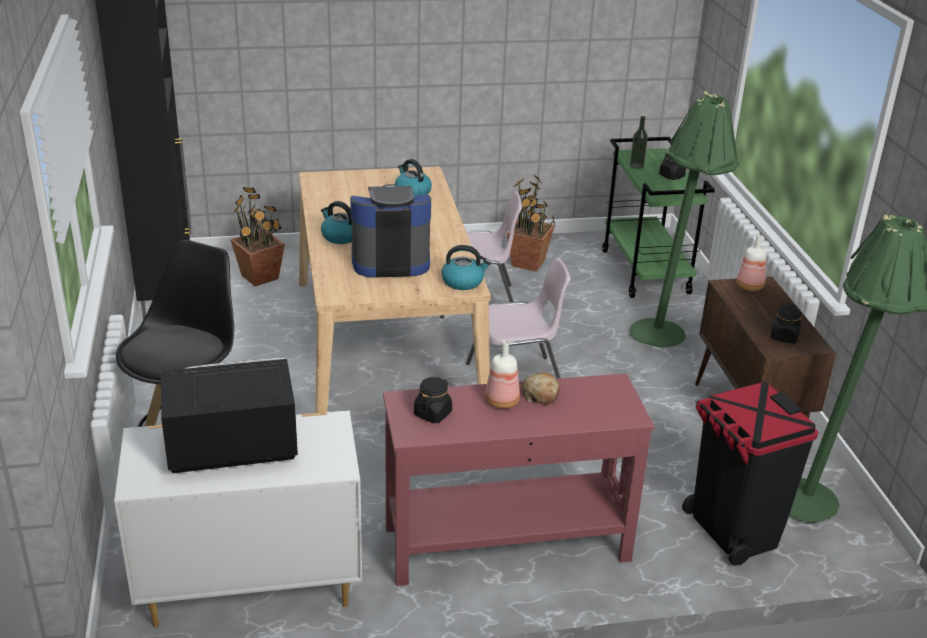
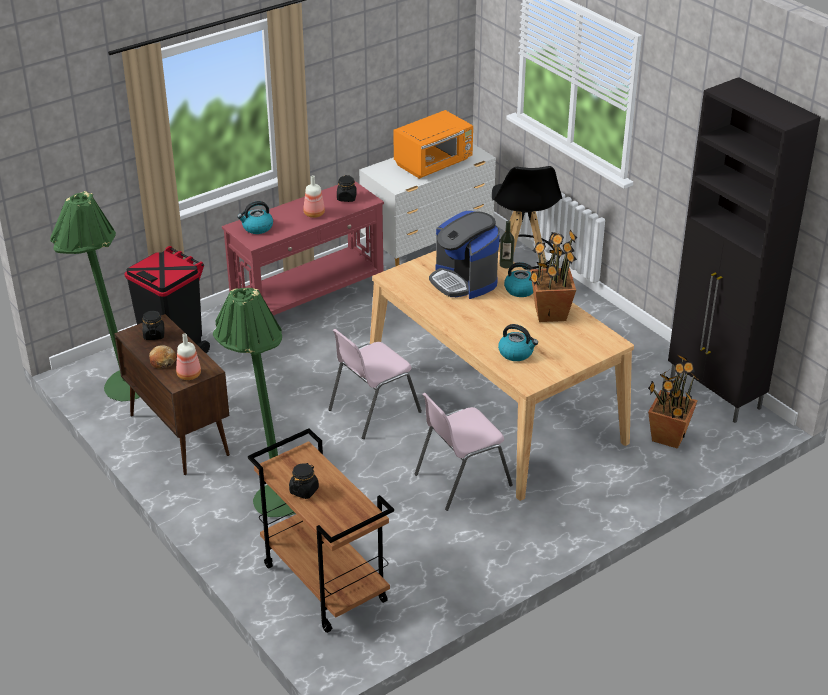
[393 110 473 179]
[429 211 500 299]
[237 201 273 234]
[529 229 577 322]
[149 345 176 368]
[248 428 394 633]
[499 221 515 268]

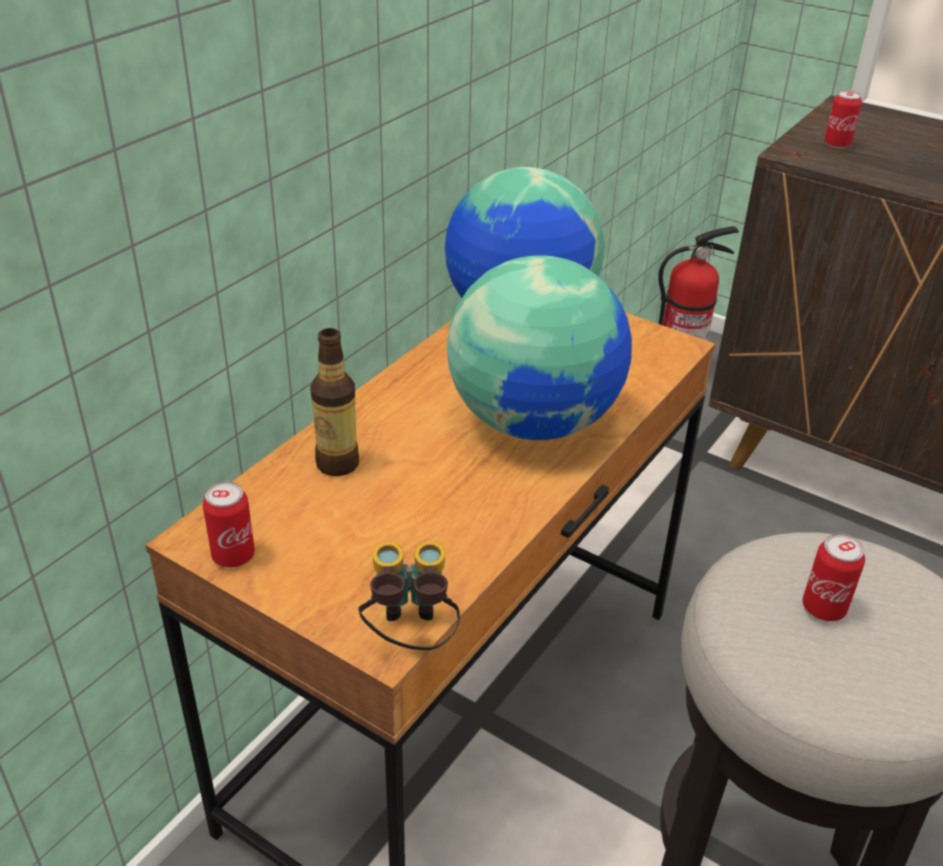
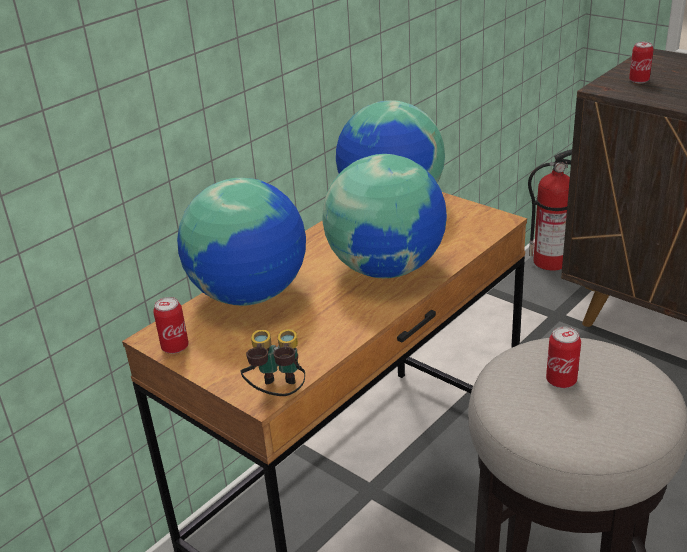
[177 178 306 306]

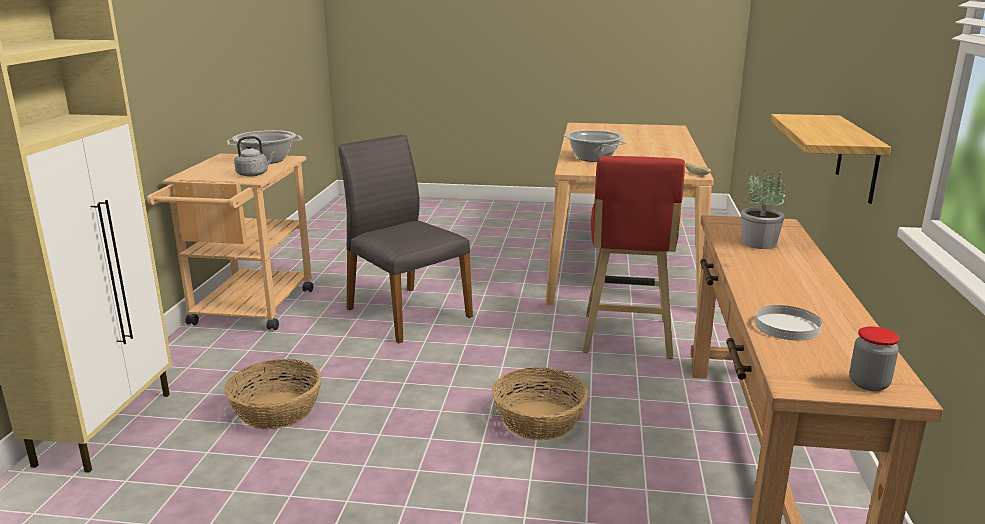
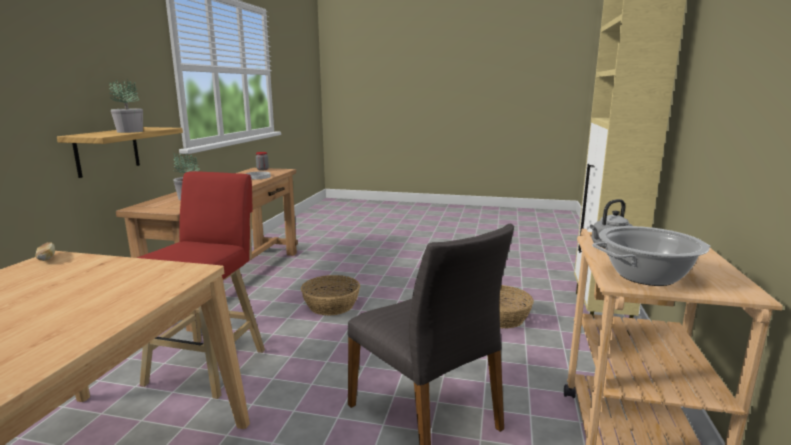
[563 130 626 162] (first image)
[109 79 143 133]

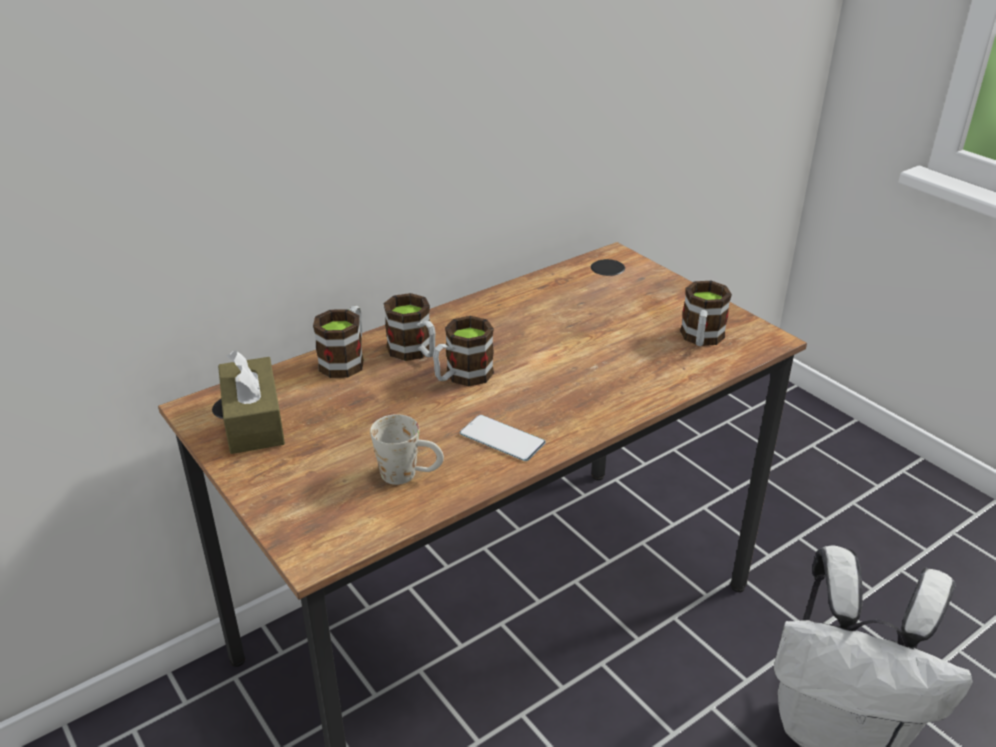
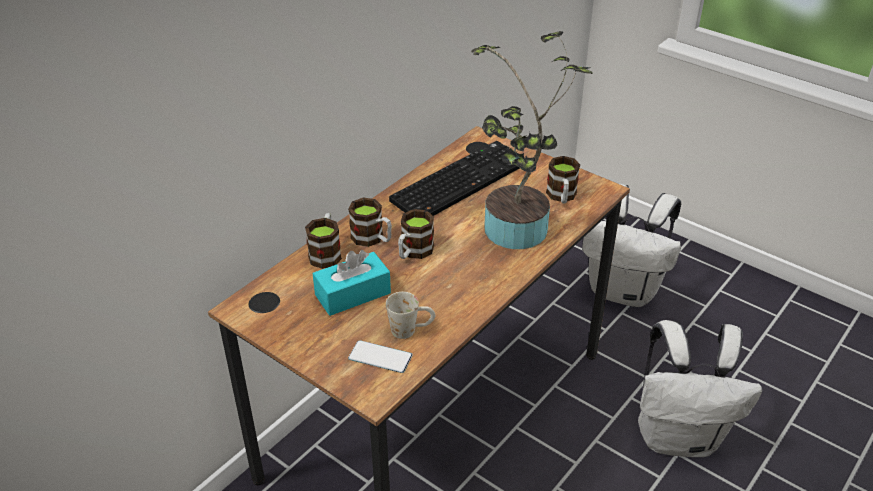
[218 350 285 454] (first image)
[348 340 413 373]
[313 250 391 316]
[389 141 525 216]
[471 31 593 249]
[582 184 681 307]

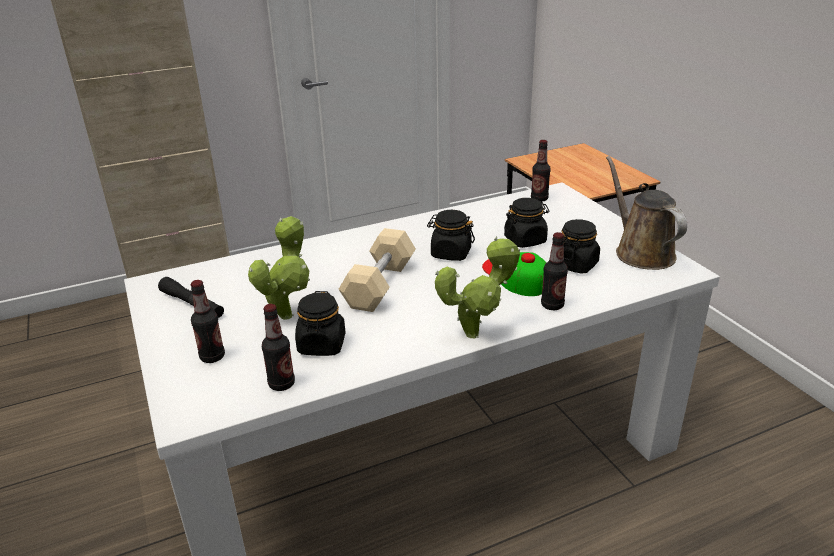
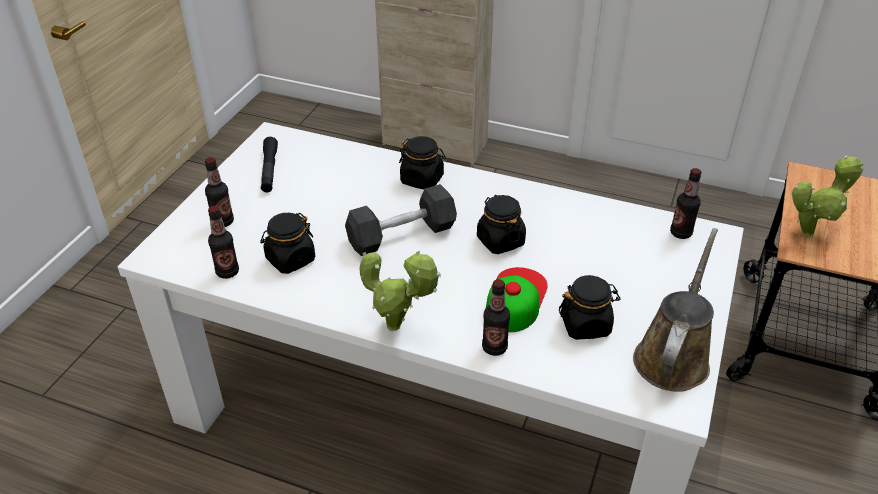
[792 155 864 237]
[345 184 457 256]
[399 136 446 190]

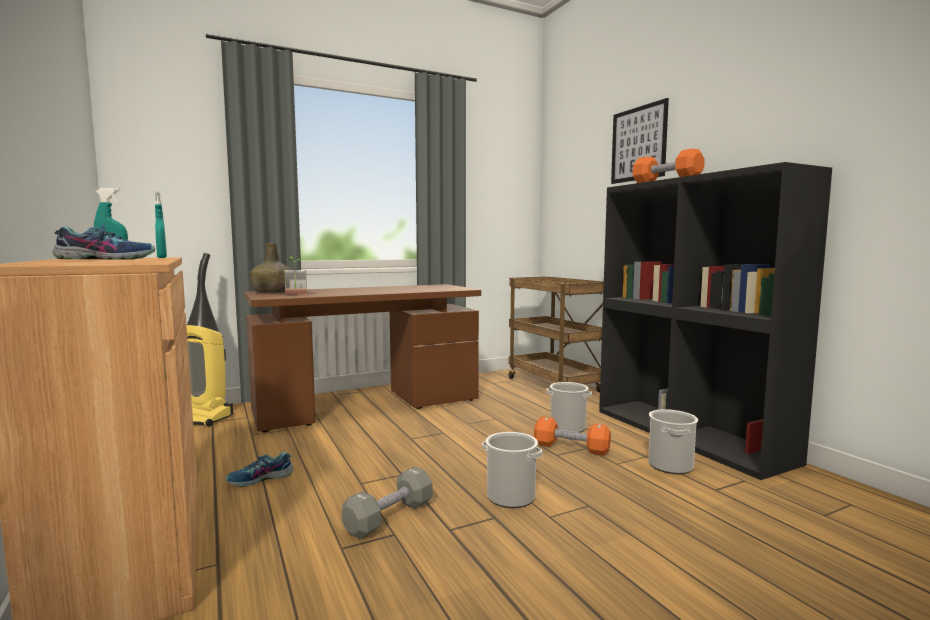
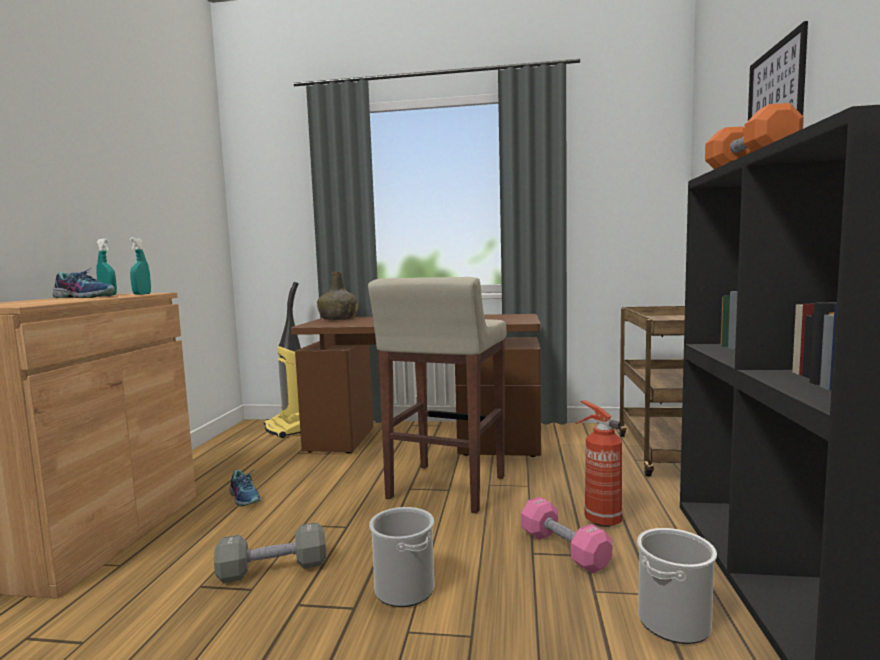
[229 470 261 506]
[284 257 307 295] (first image)
[521 497 612 573]
[575 400 622 527]
[368 277 506 513]

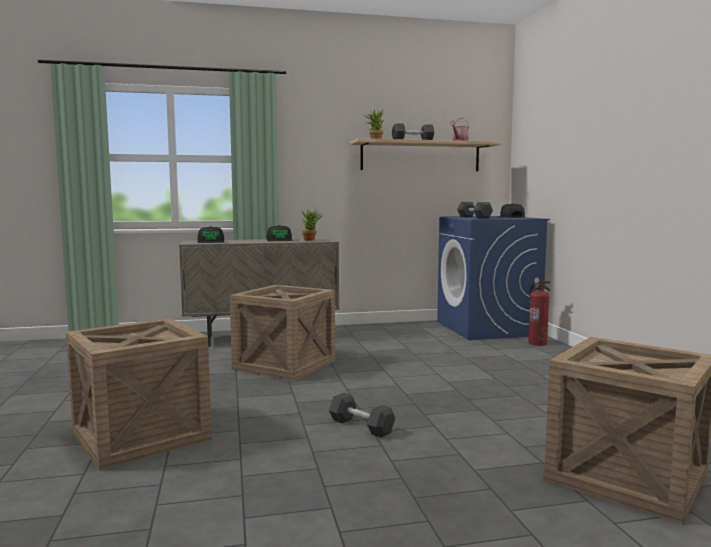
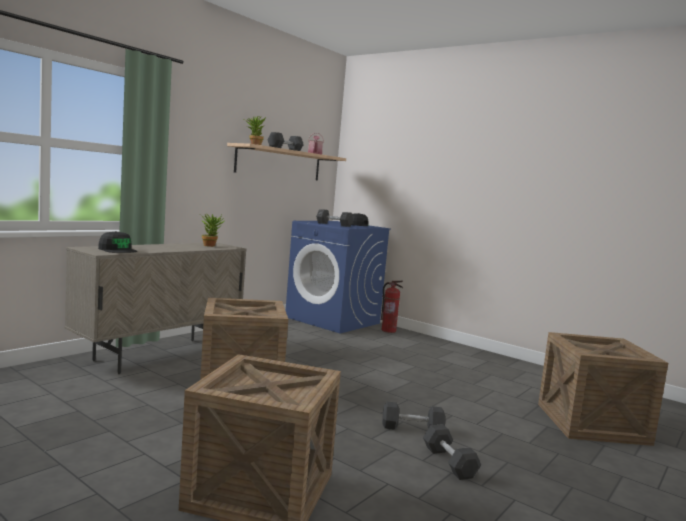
[267 225 293 241] (first image)
[423 424 481 480]

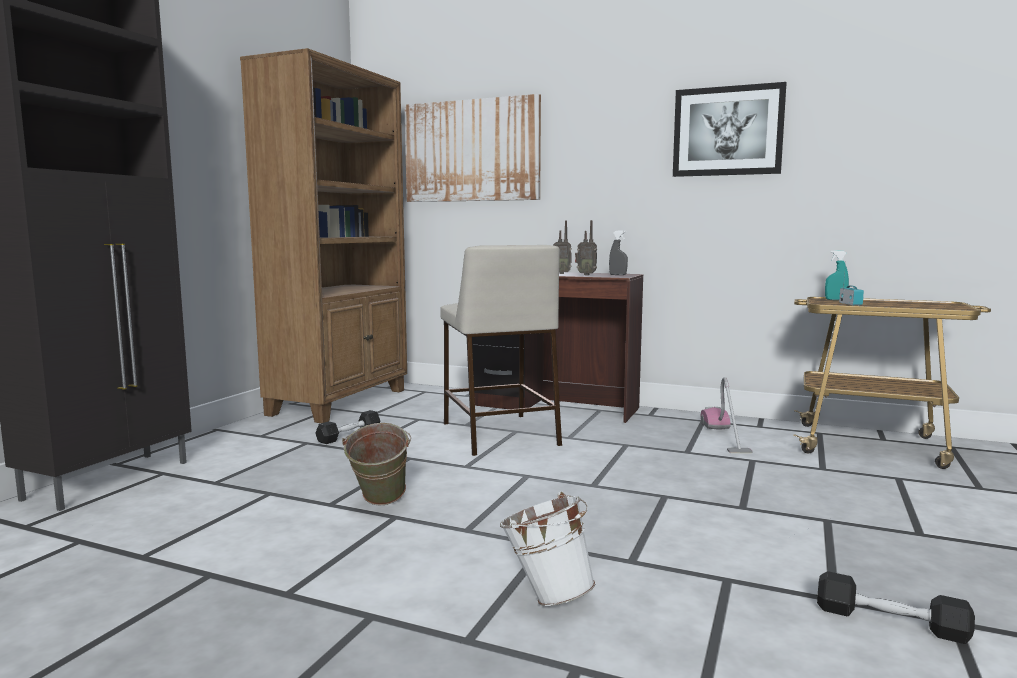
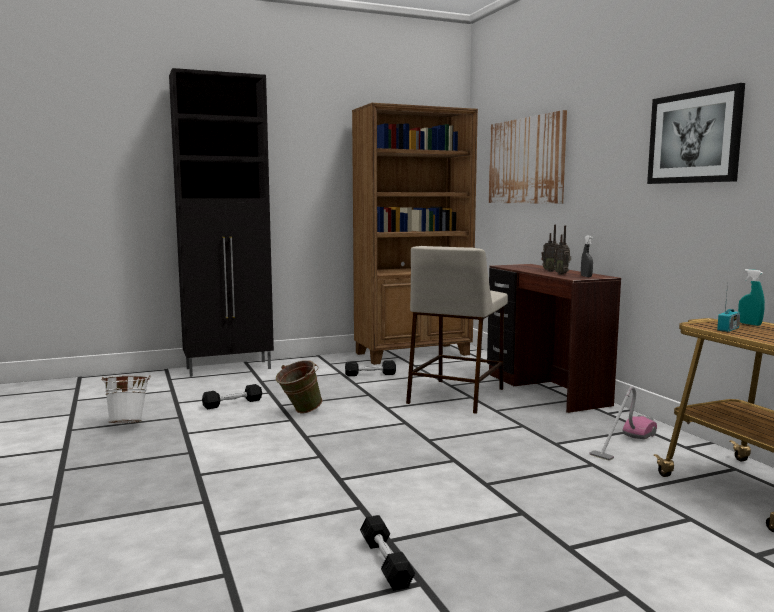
[101 375 150 423]
[202 384 262 409]

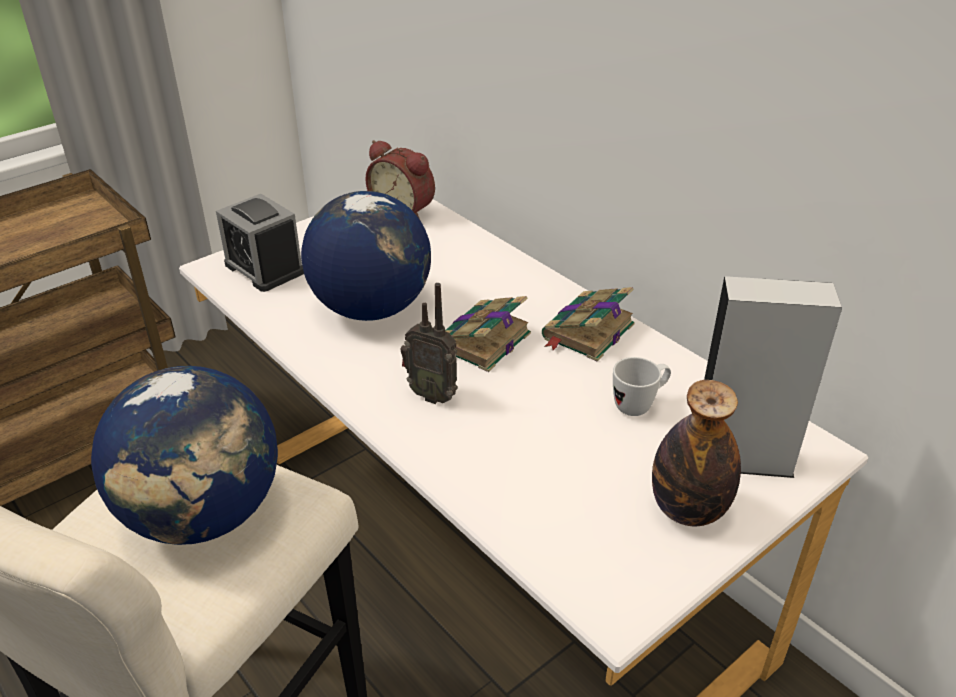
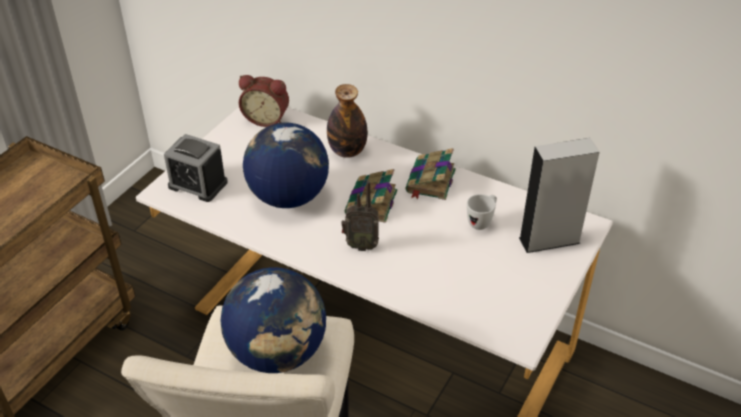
[327 84 368 158]

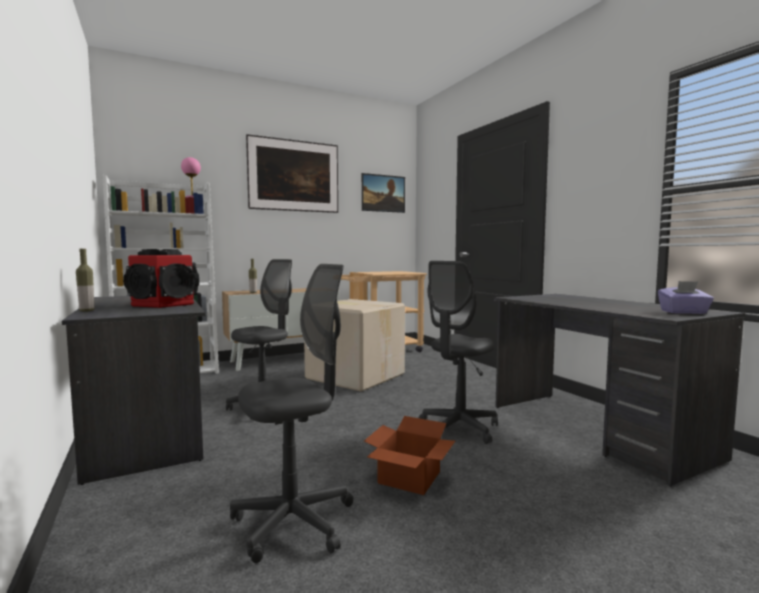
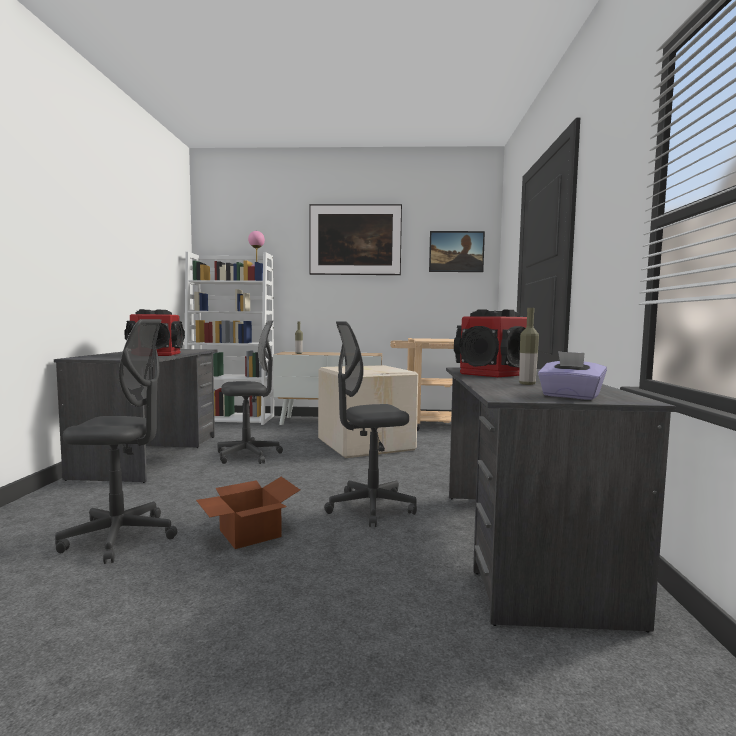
[519 308 539 385]
[454 309 527 377]

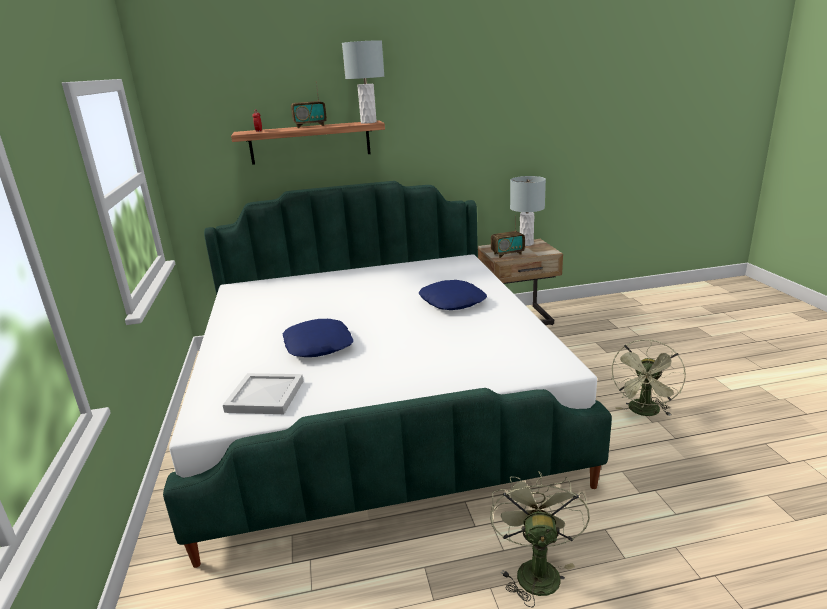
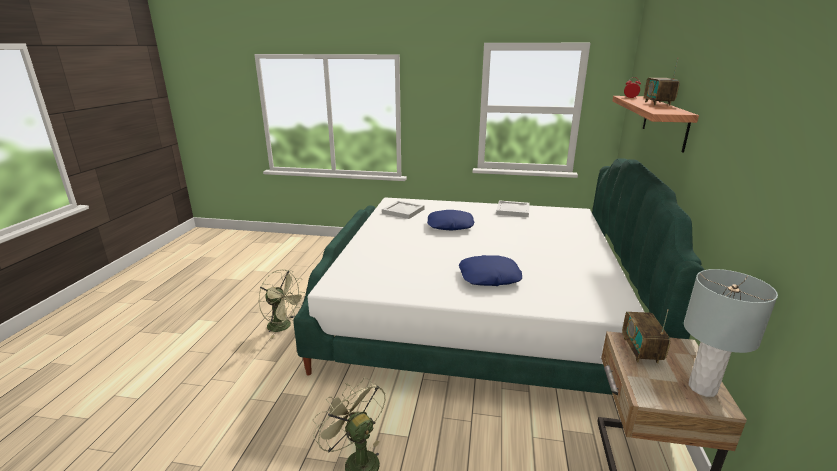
[342 40 384 124] (first image)
[496 200 530 217]

